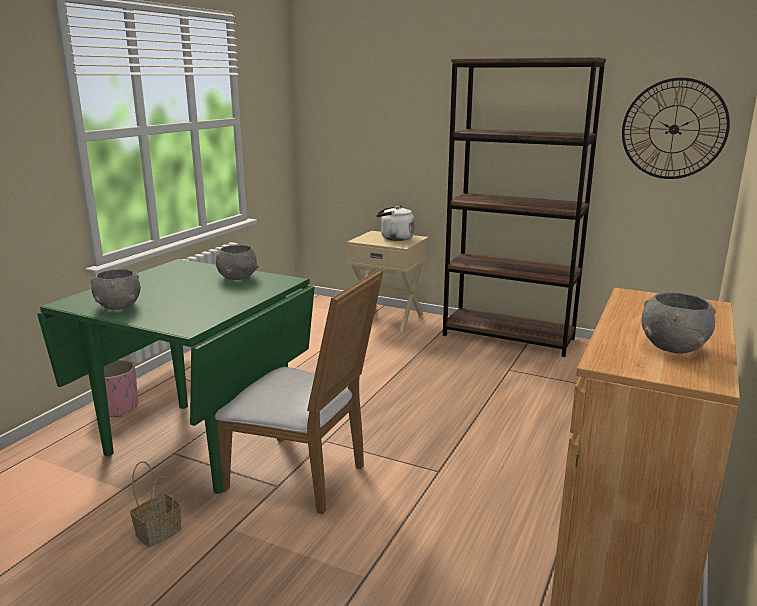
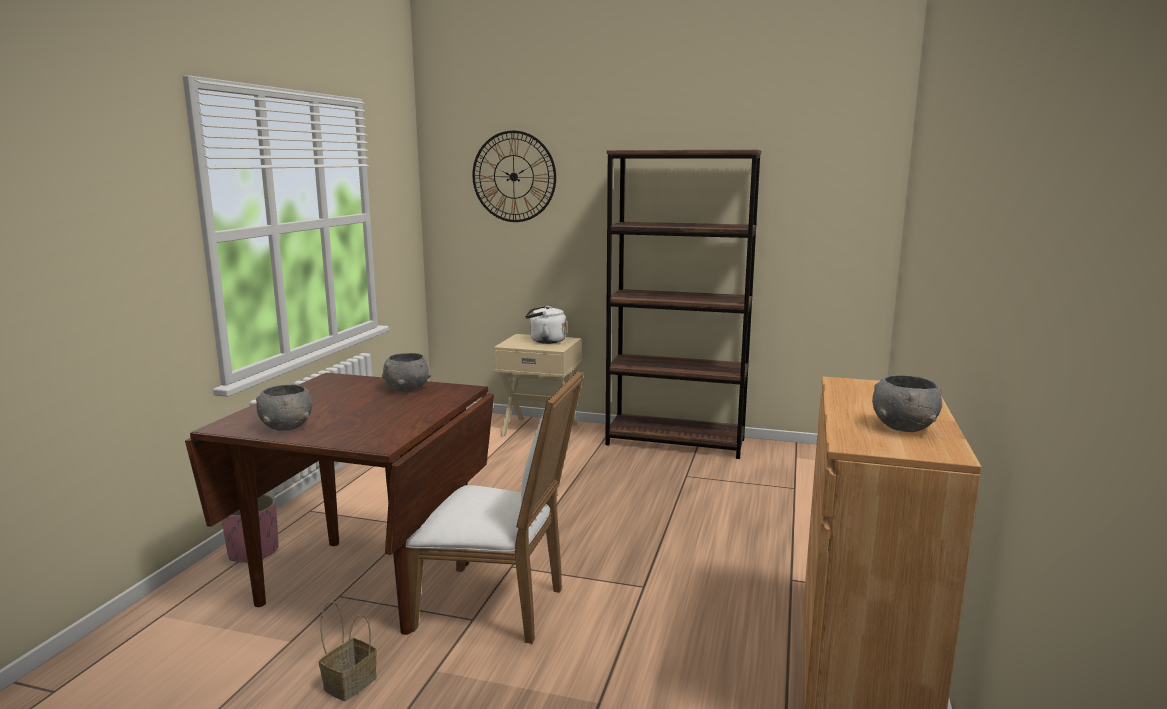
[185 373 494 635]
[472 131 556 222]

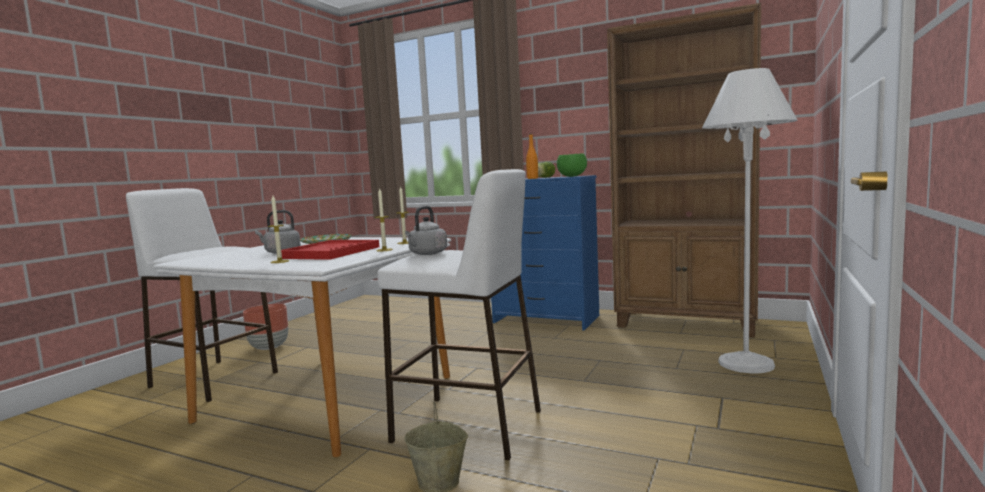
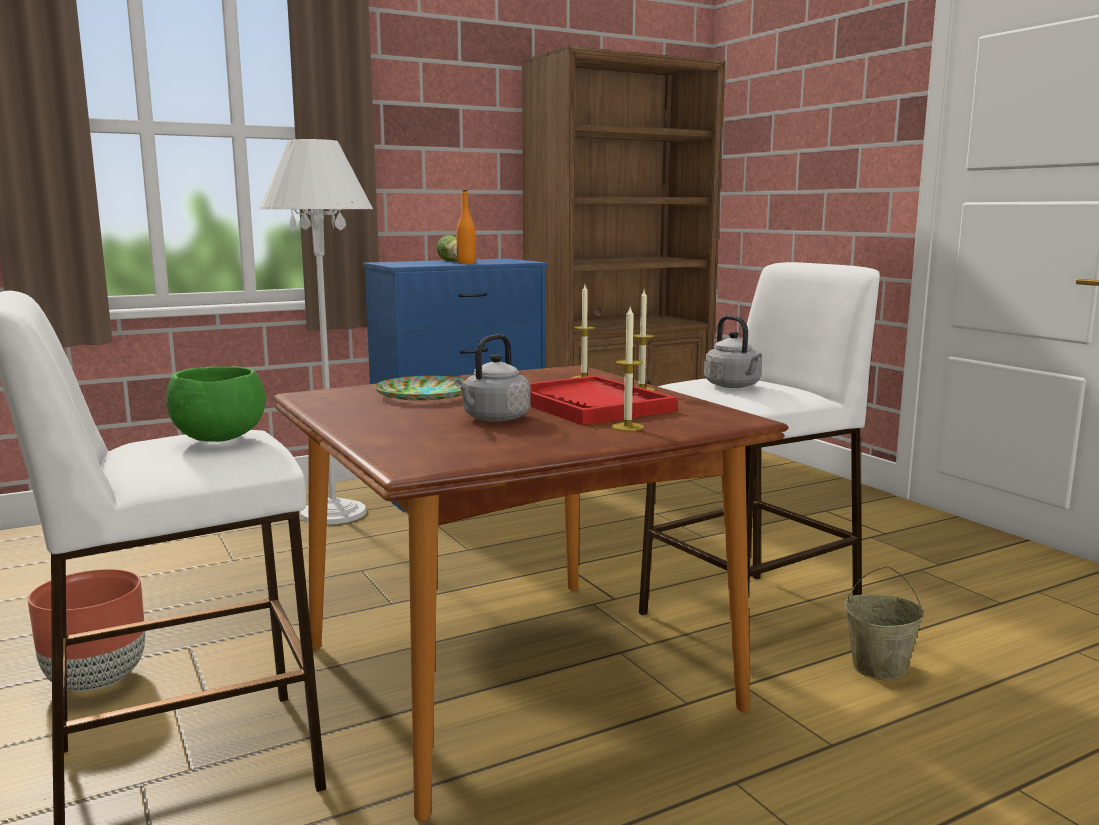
[273 365 789 821]
[166 366 266 442]
[259 139 373 525]

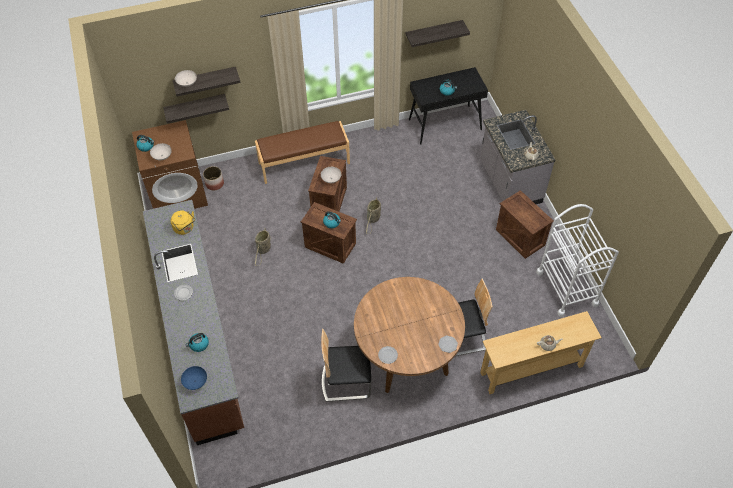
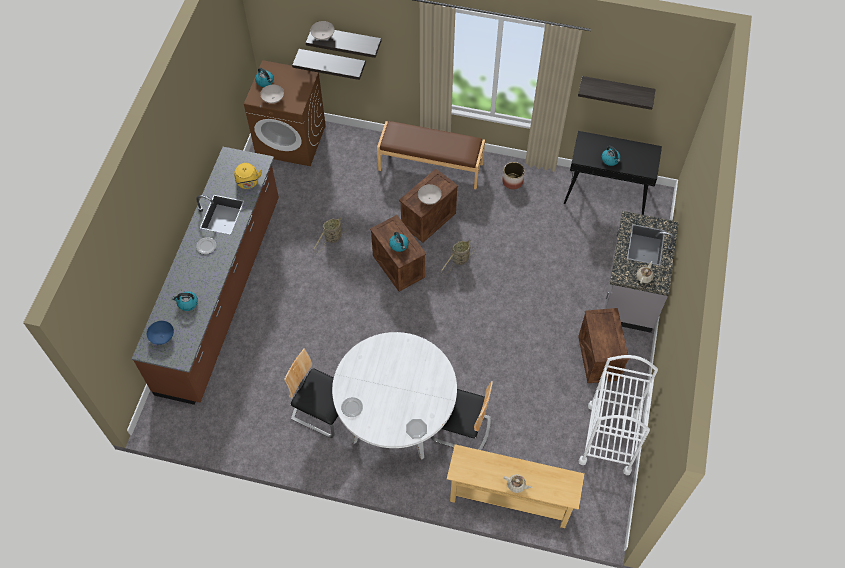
[502 162 525 189]
[332 332 457 460]

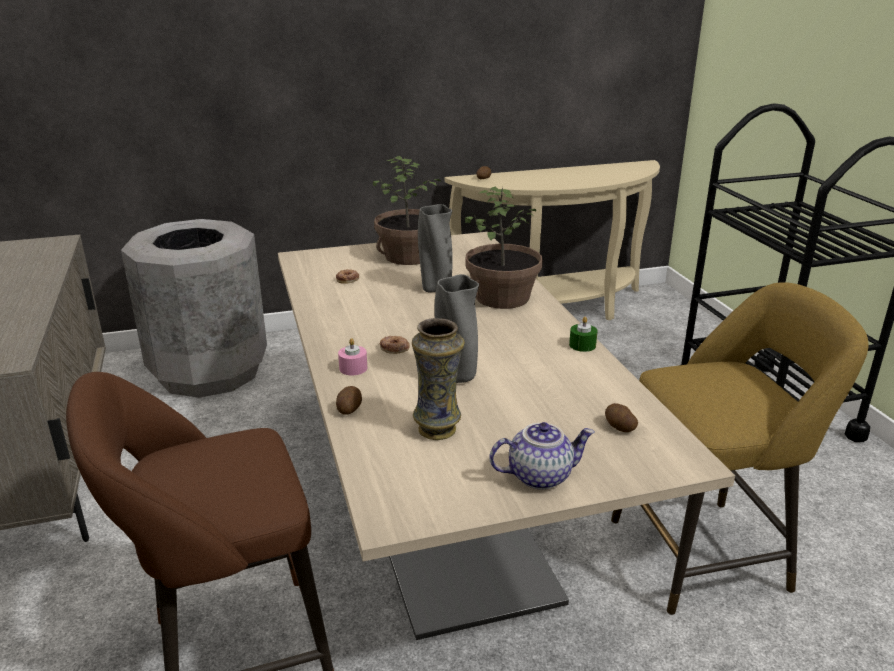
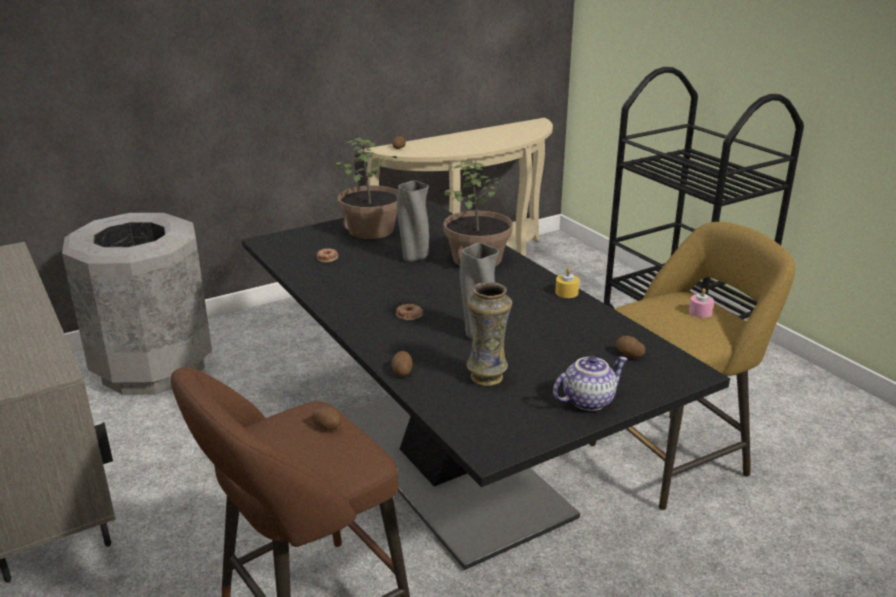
[242 200 730 570]
[689 288 714 318]
[555 268 579 298]
[311 407 341 430]

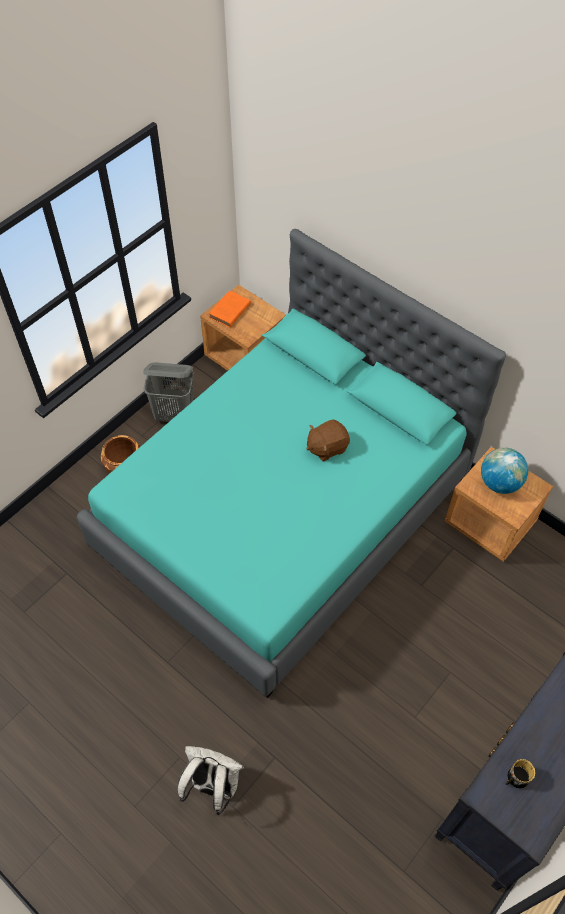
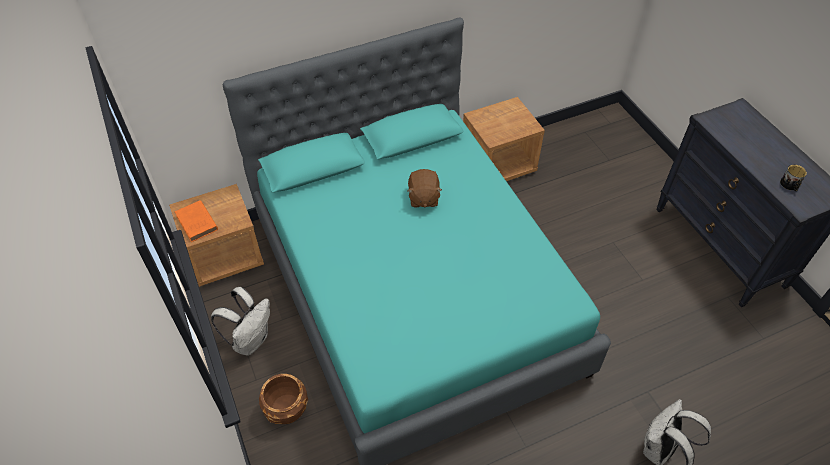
[211 287 270 356]
[481 448 528 494] (first image)

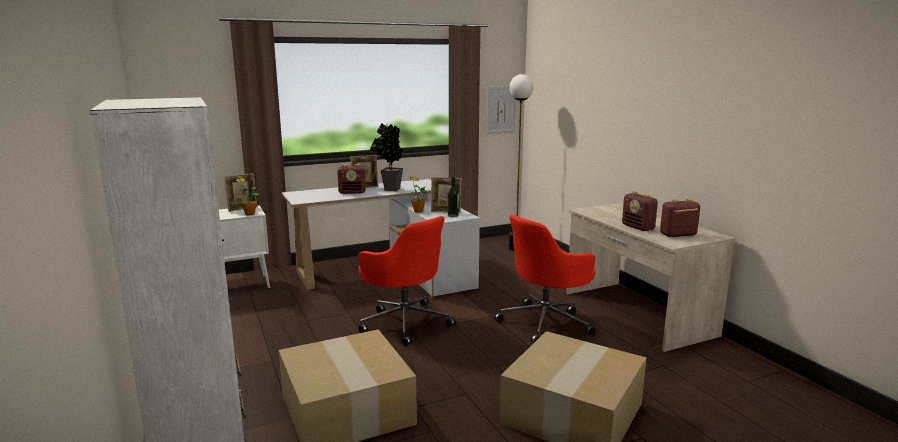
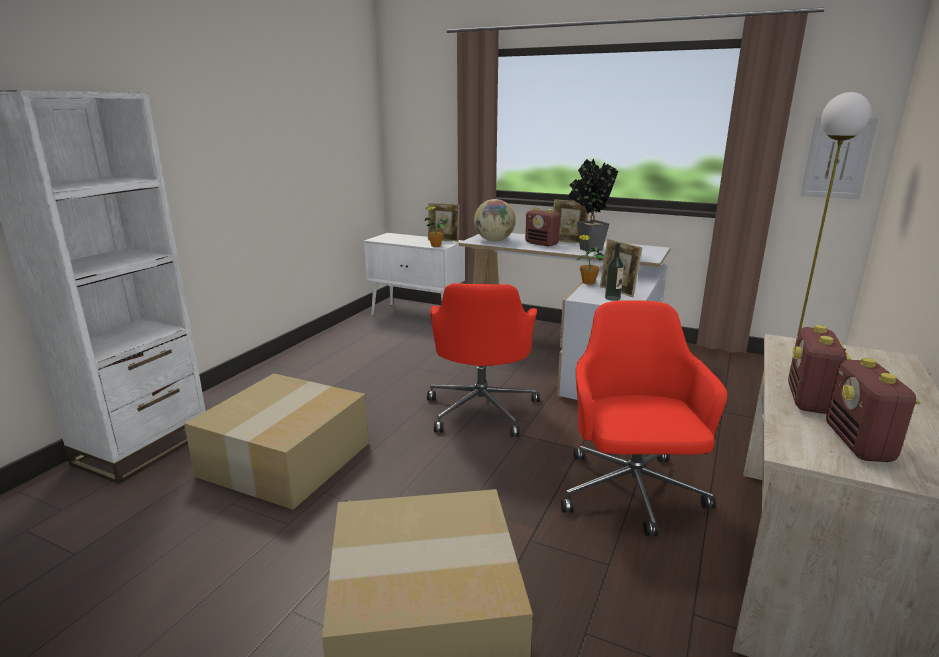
[561 300 727 536]
[826 358 921 462]
[474 199 516 241]

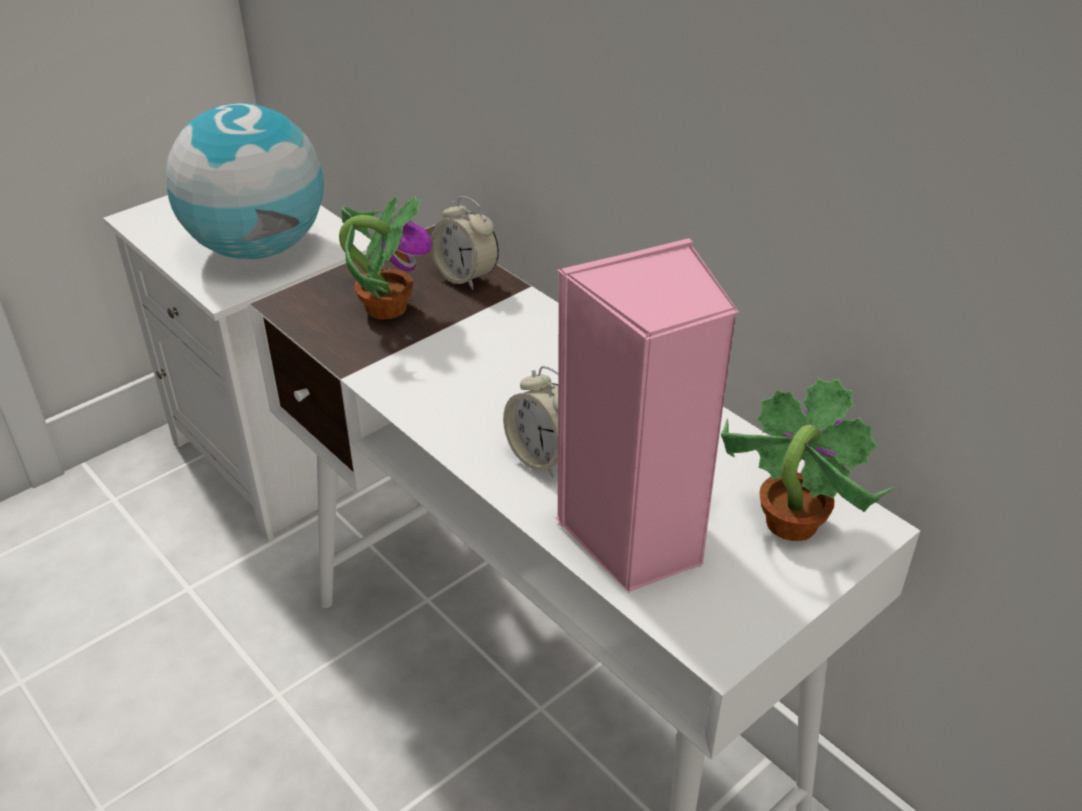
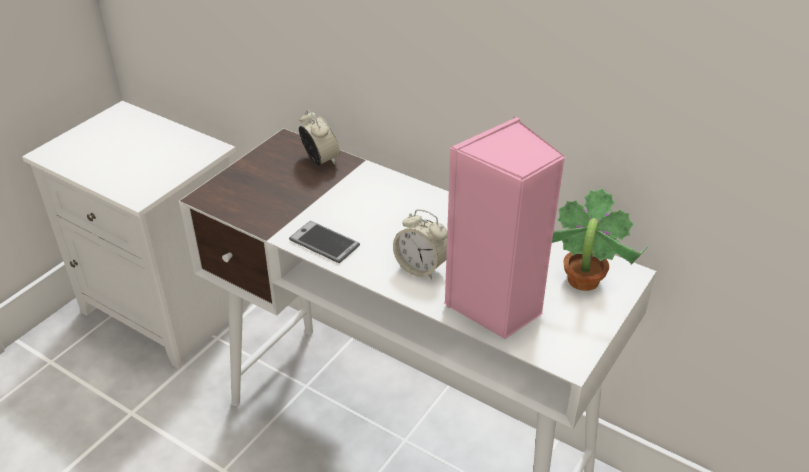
[166 103 324 259] (first image)
[339 195 432 319] (first image)
[299 109 340 165]
[289 221 360 263]

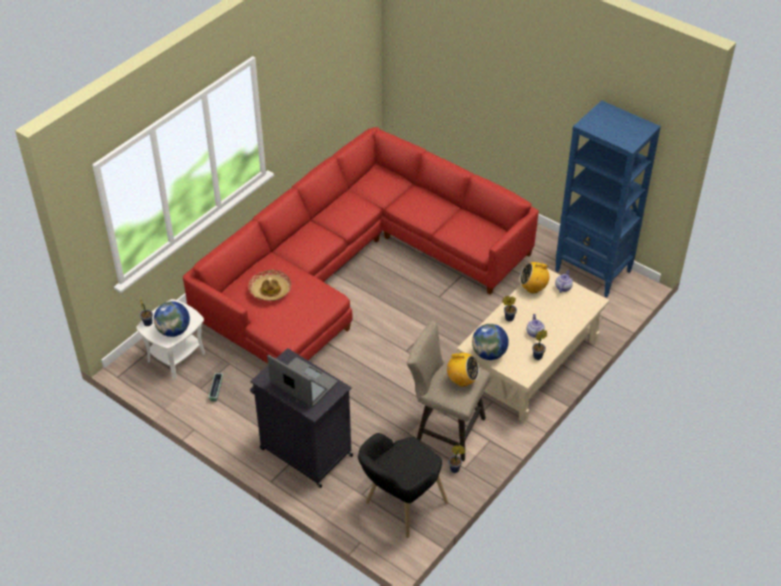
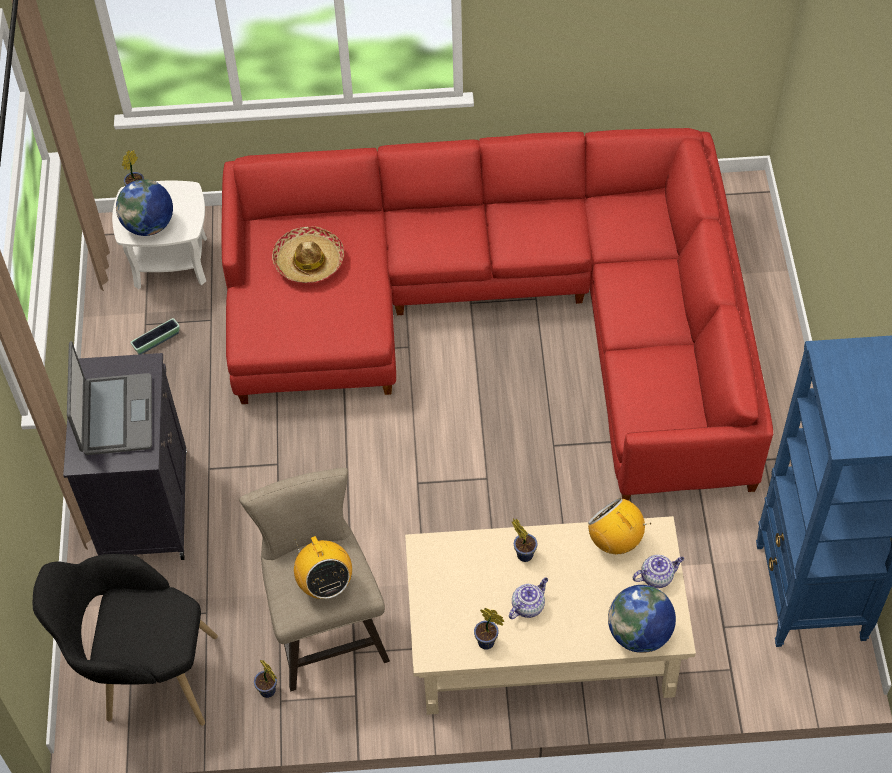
[608 585 676 653]

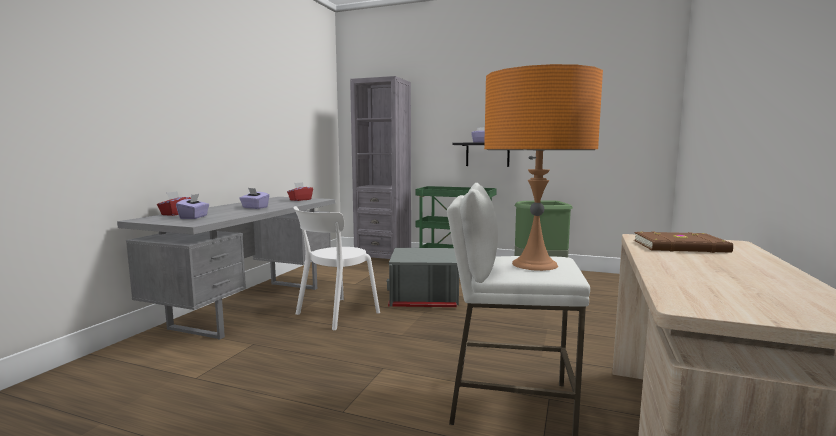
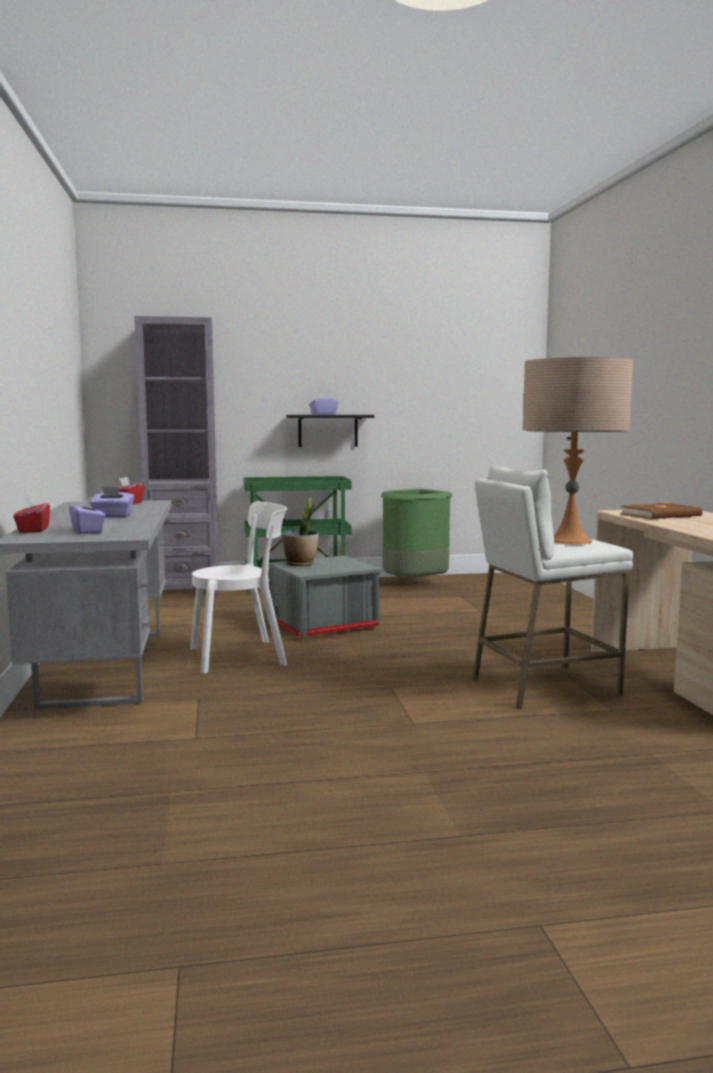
[190 501 288 674]
[523 357 633 545]
[282 497 319 566]

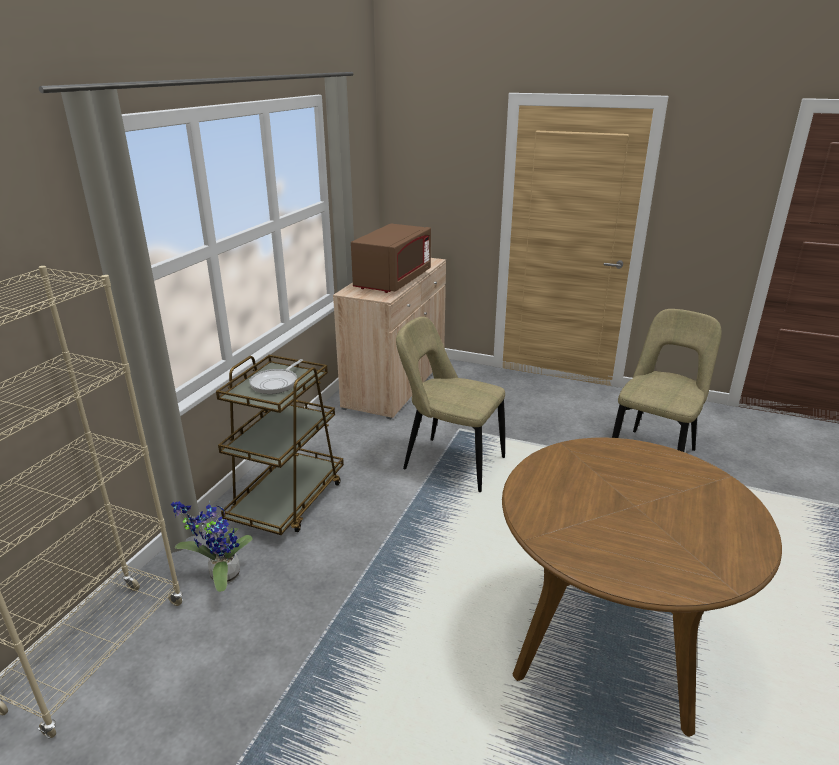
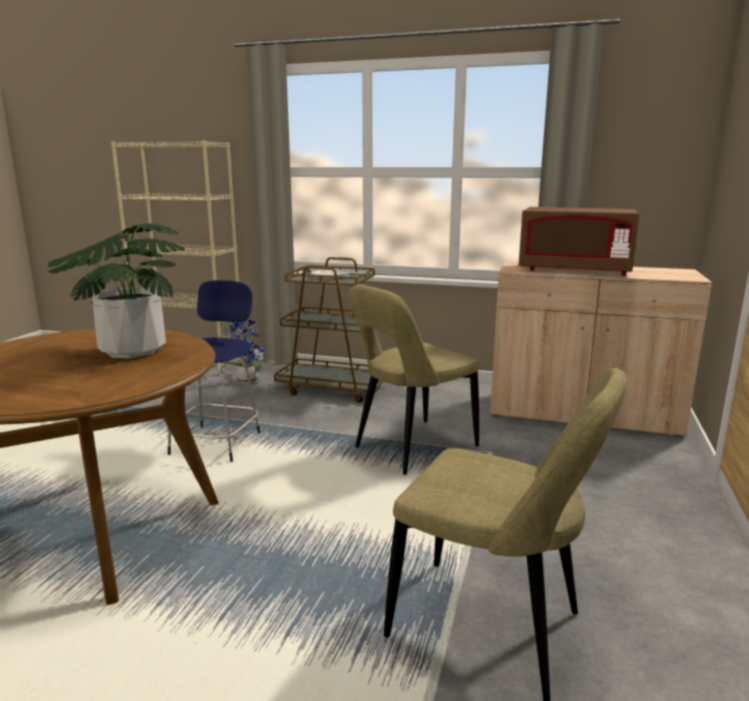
[349 284 480 475]
[47 223 186 358]
[167 280 260 462]

